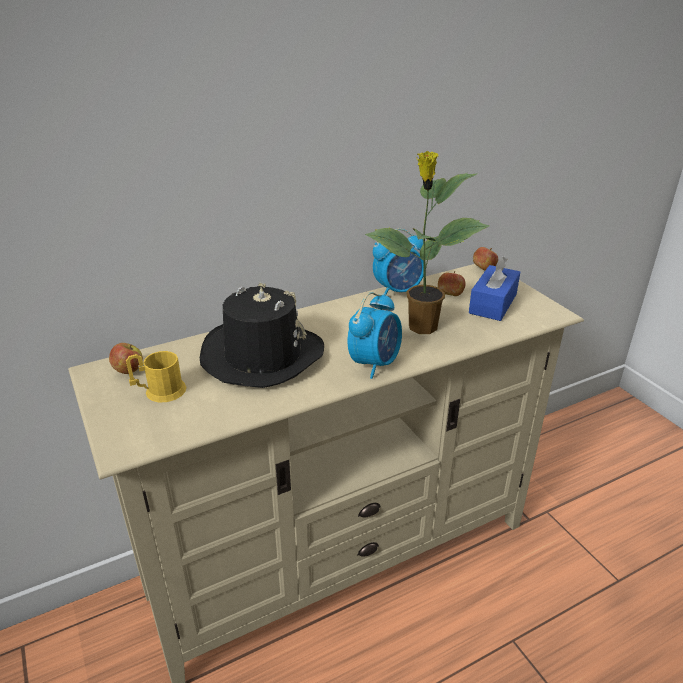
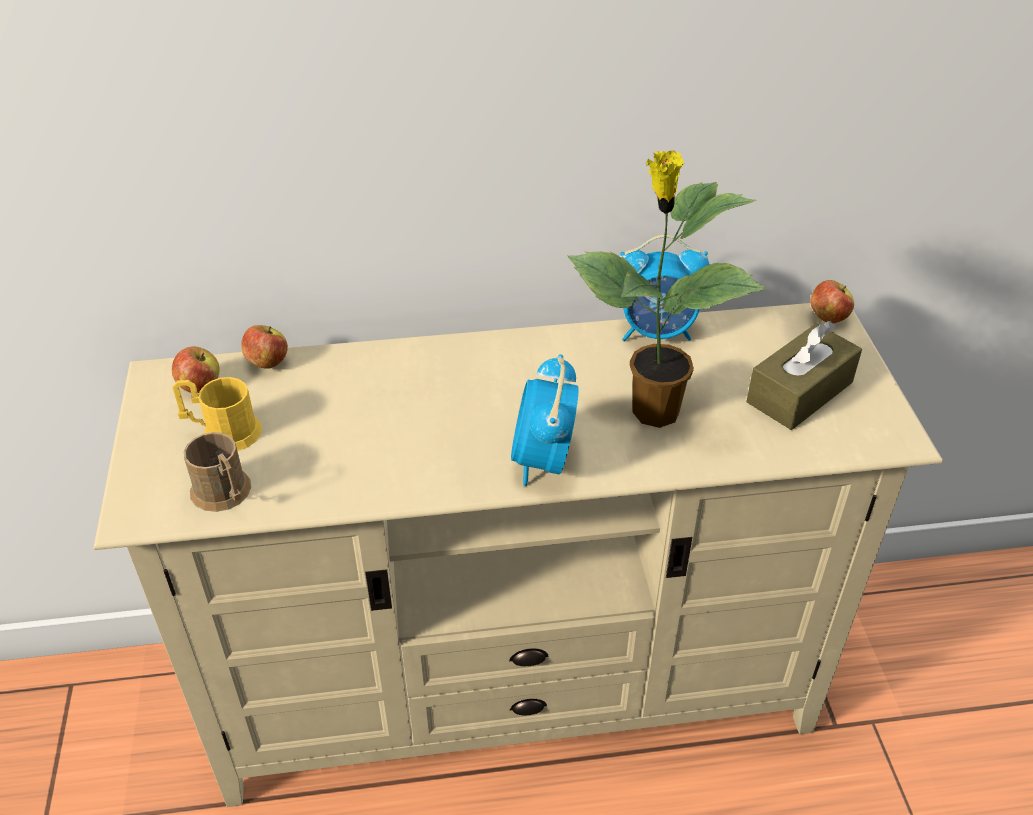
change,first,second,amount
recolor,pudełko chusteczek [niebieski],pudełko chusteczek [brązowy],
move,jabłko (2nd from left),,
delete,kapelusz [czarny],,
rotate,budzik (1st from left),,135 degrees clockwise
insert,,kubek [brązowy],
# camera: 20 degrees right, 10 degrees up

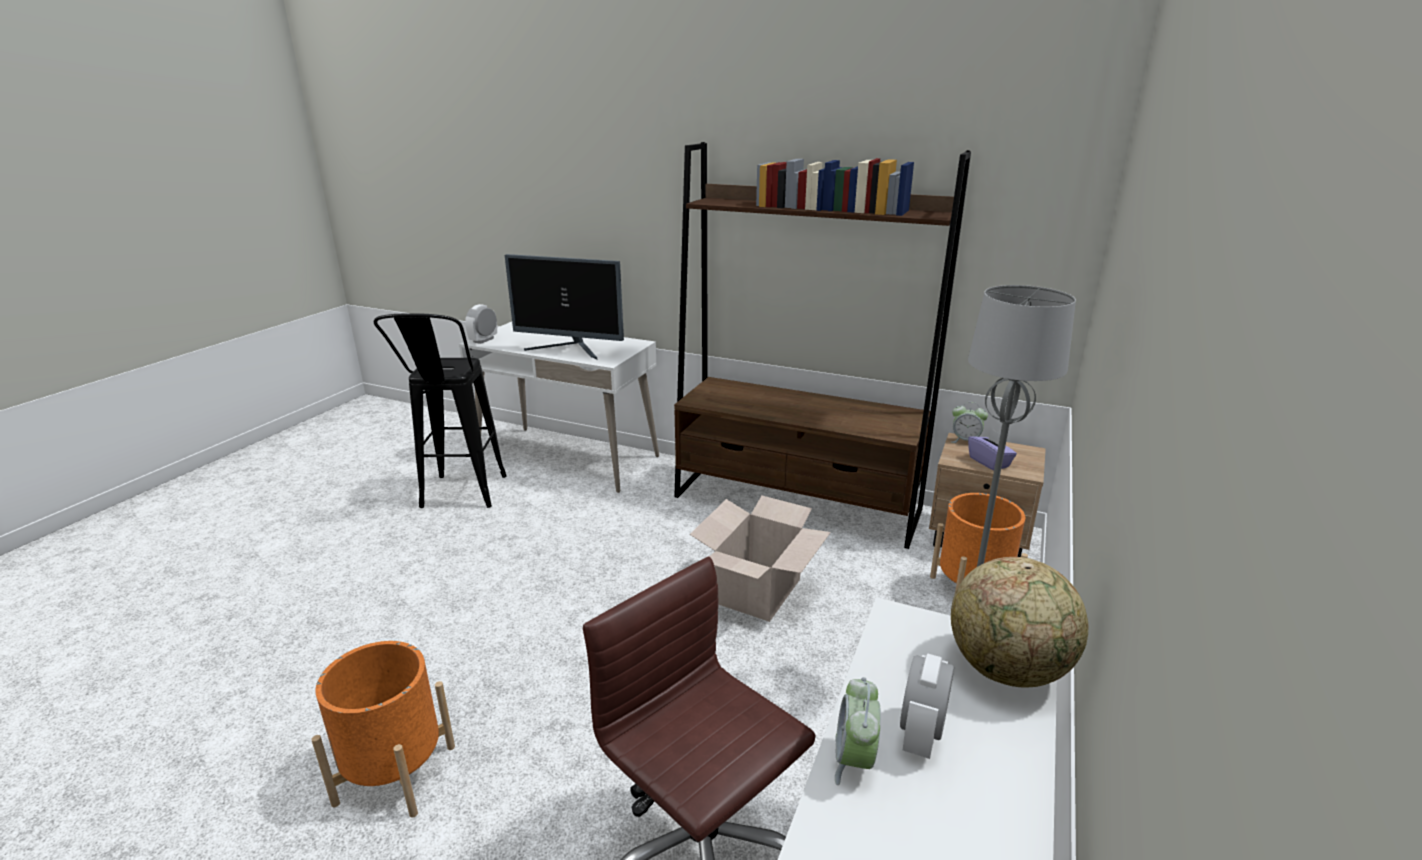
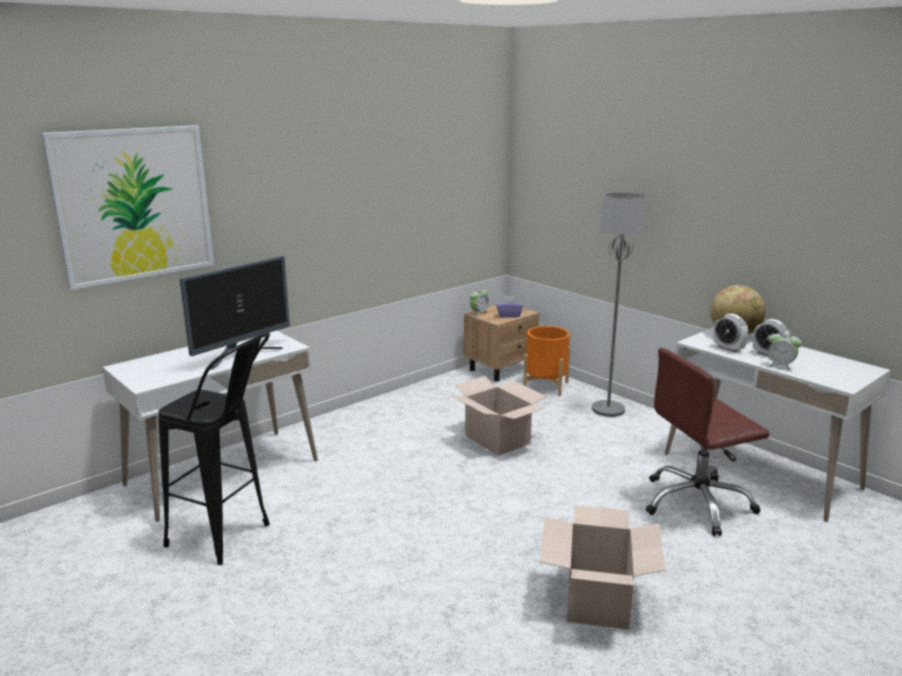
change,first,second,amount
delete,regał [brązowy],,
move,budzik (1st from left in the first image),budzik (2nd from left),
replace,donica [pomarańczowy] (1st from left),karton (2nd from left),
insert,,obraz,
# camera: 65 degrees left, 5 degrees down

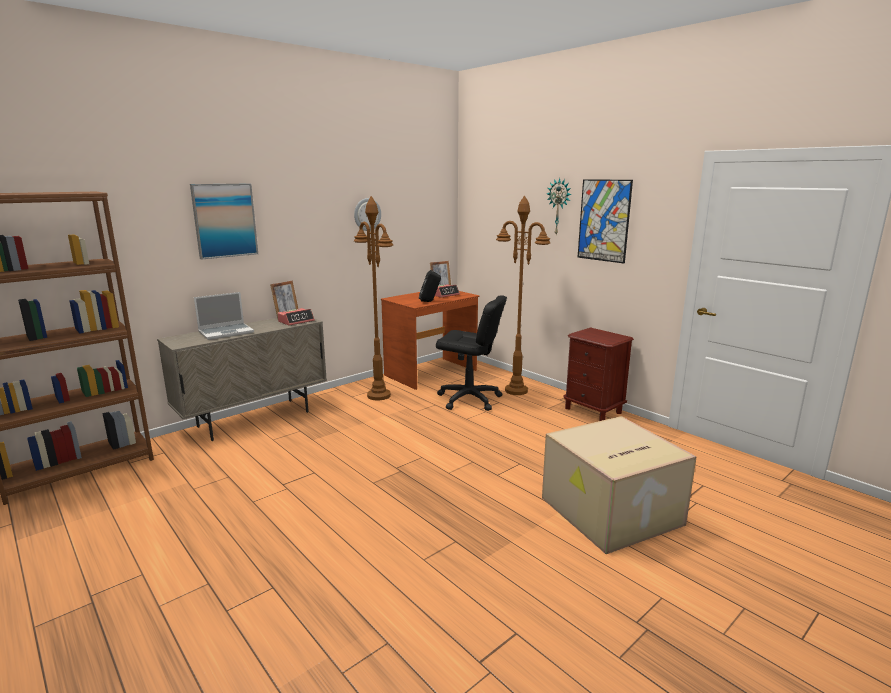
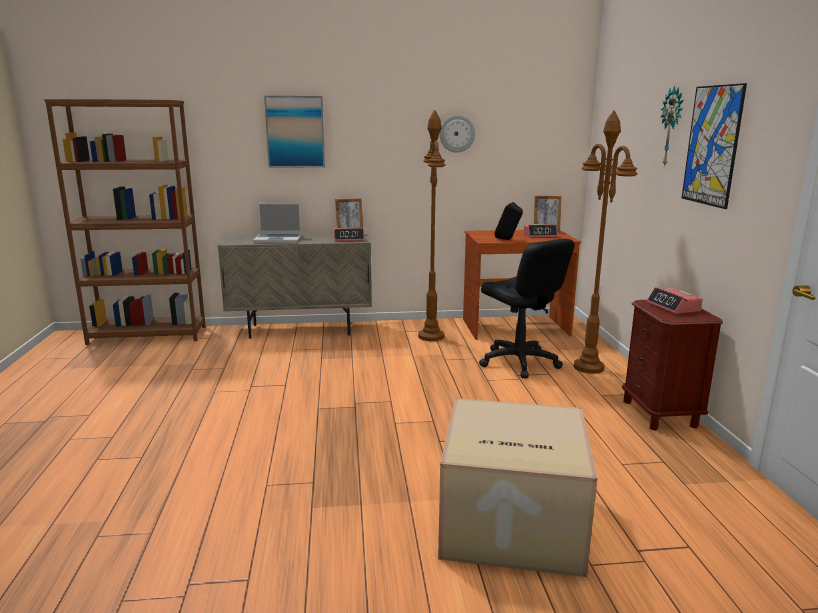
change,first,second,amount
insert,,budzik (3rd from left),
# camera: 35 degrees right, 0 degrees up

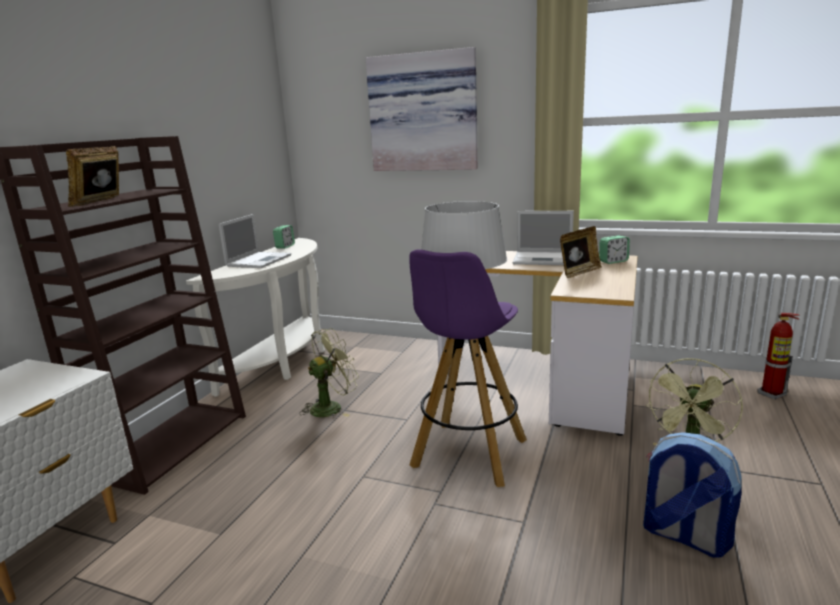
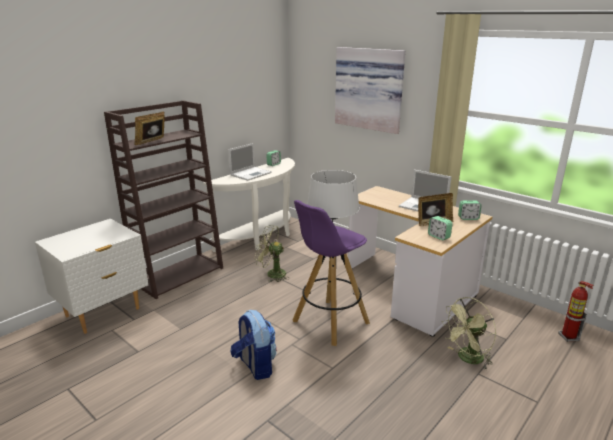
change,first,second,amount
rotate,wentylator [zielony] (1st from left),,150 degrees counterclockwise
move,plecak,,
insert,,budzik (2nd from left),
# camera: 20 degrees right, 5 degrees up

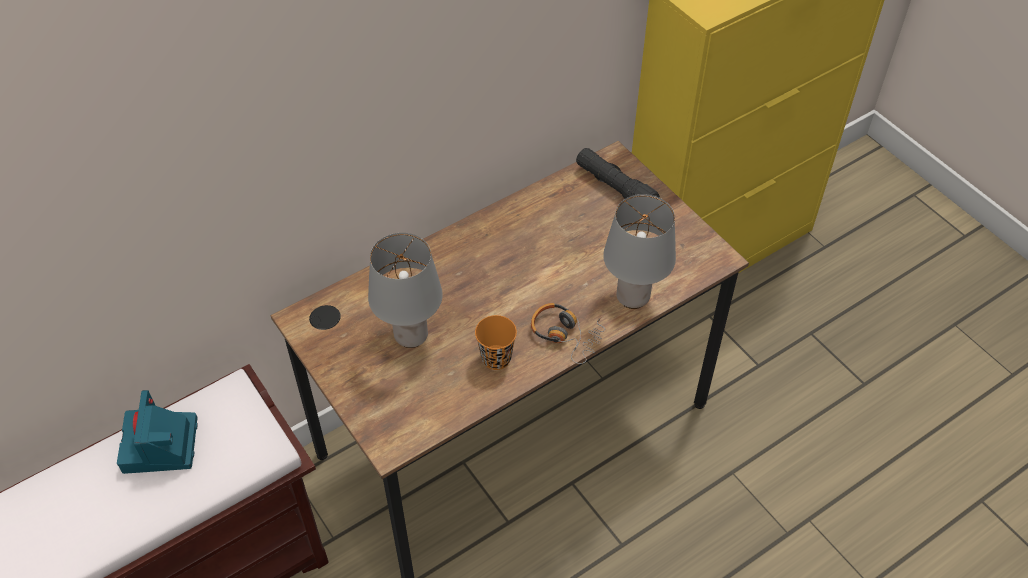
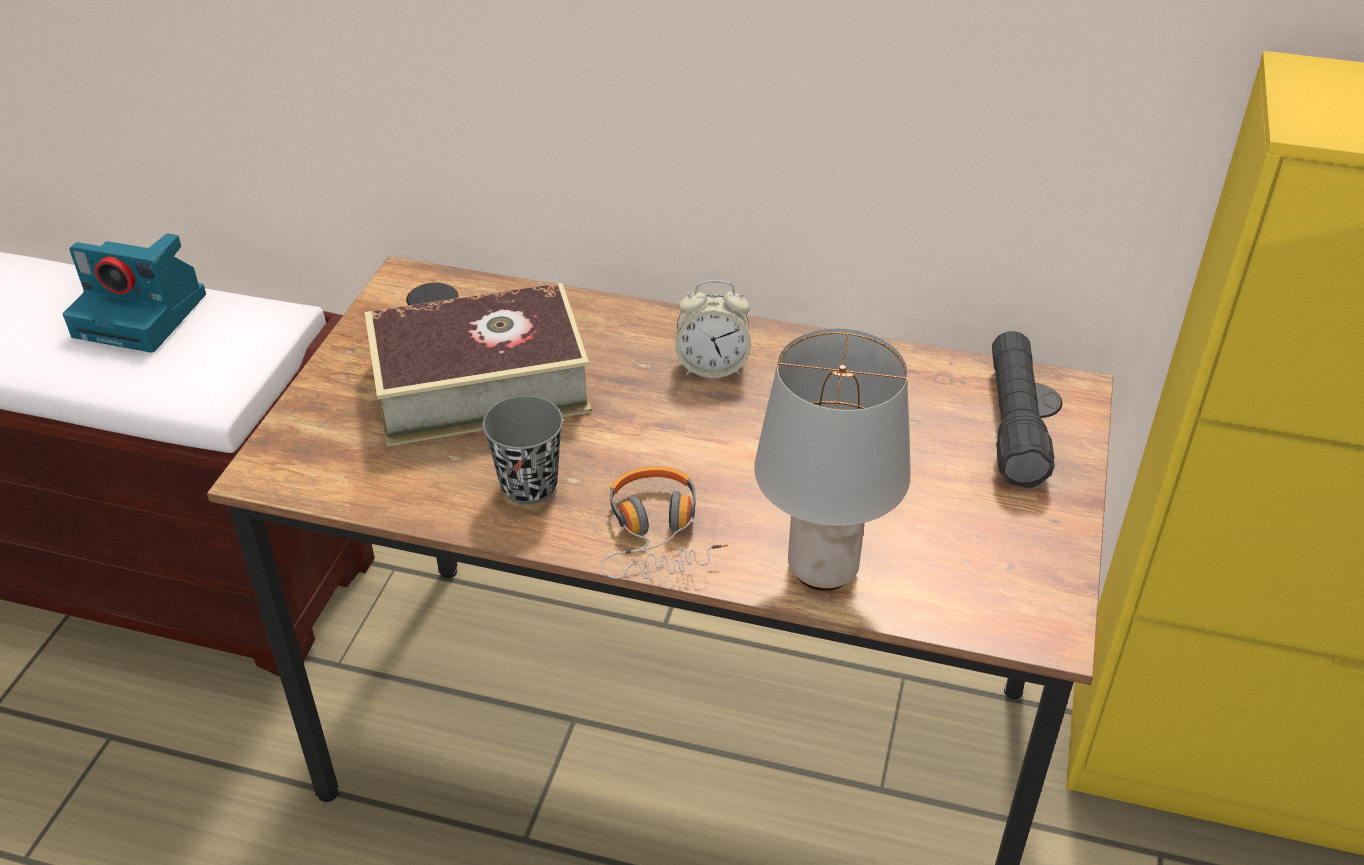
change,first,second,amount
replace,lampa stołowa [szary] (1st from left),książka,
recolor,filiżanka [pomarańczowy],filiżanka [szary],
rotate,aparat fotograficzny,,120 degrees counterclockwise
insert,,budzik,
# camera: 50 degrees right, 10 degrees down

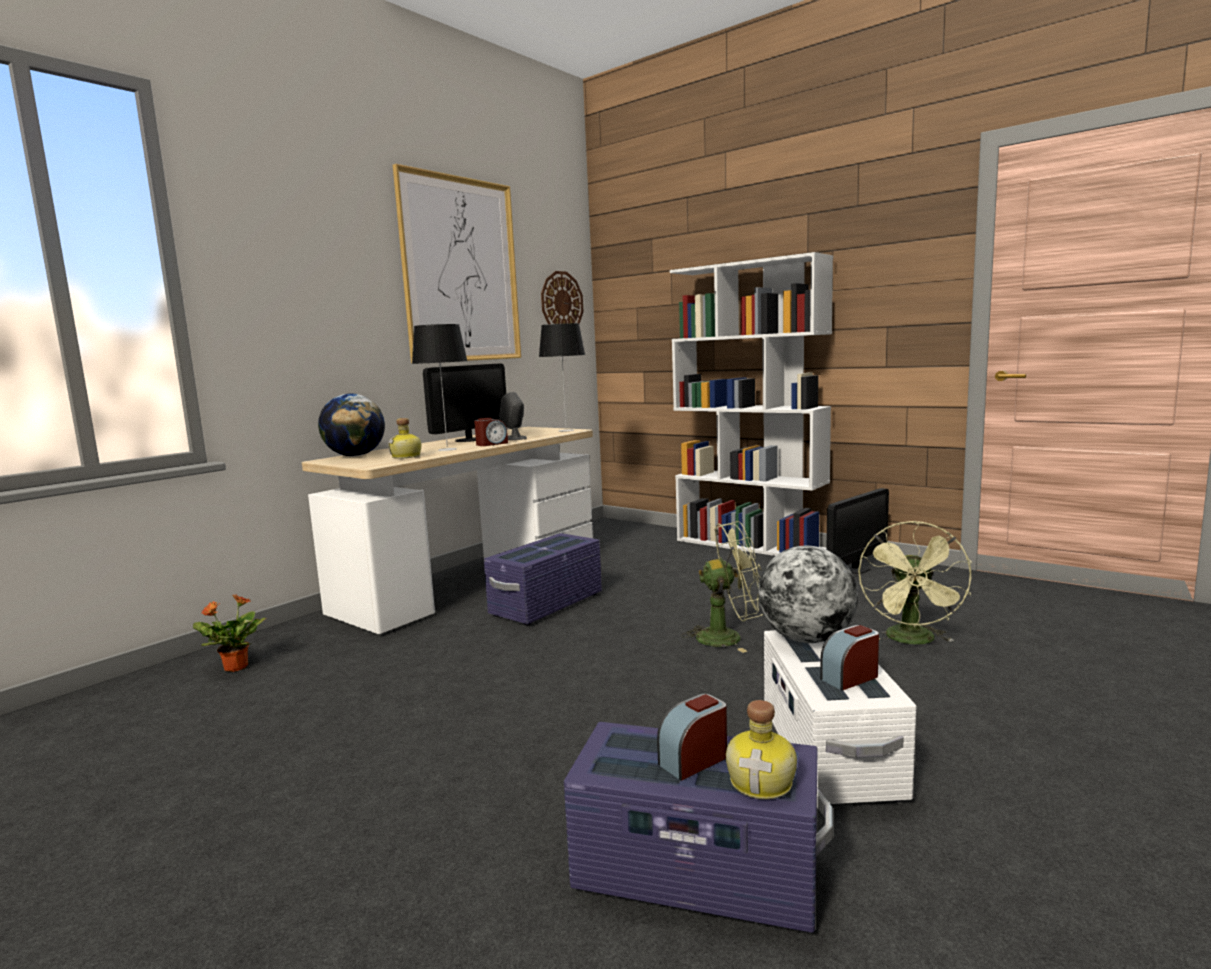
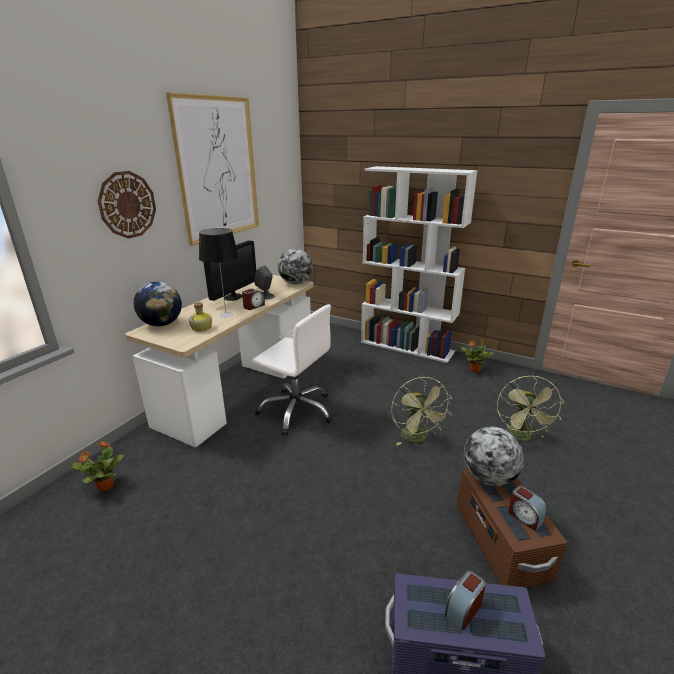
change,first,second,amount
move,zegar ścienny,,
replace,lampa stołowa (2nd from left),globus (2nd from left),
replace,monitor (2nd from left),roślina doniczkowa (2nd from left),
rotate,wentylator [zielony] (1st from left),,90 degrees clockwise
replace,pojemnik do przechowywania [fioletowy] (1st from left),krzesło biurowe [biały],
rotate,budzik (3rd from left),,90 degrees counterclockwise
recolor,pojemnik do przechowywania [biały],pojemnik do przechowywania [brązowy],
delete,butelka (2nd from left),,
# camera: 10 degrees left, 15 degrees up

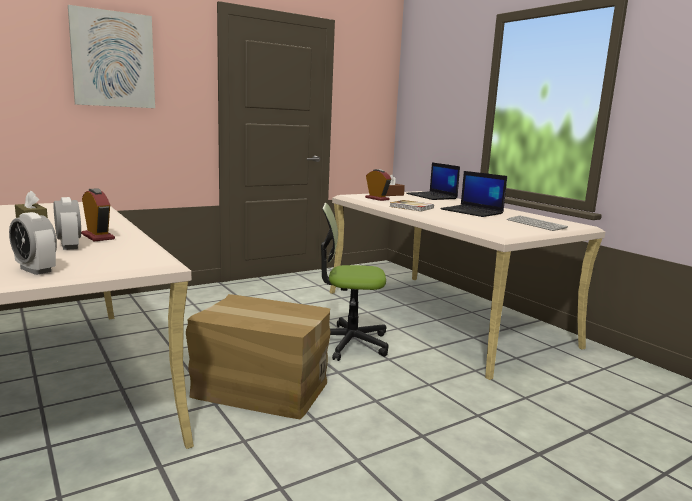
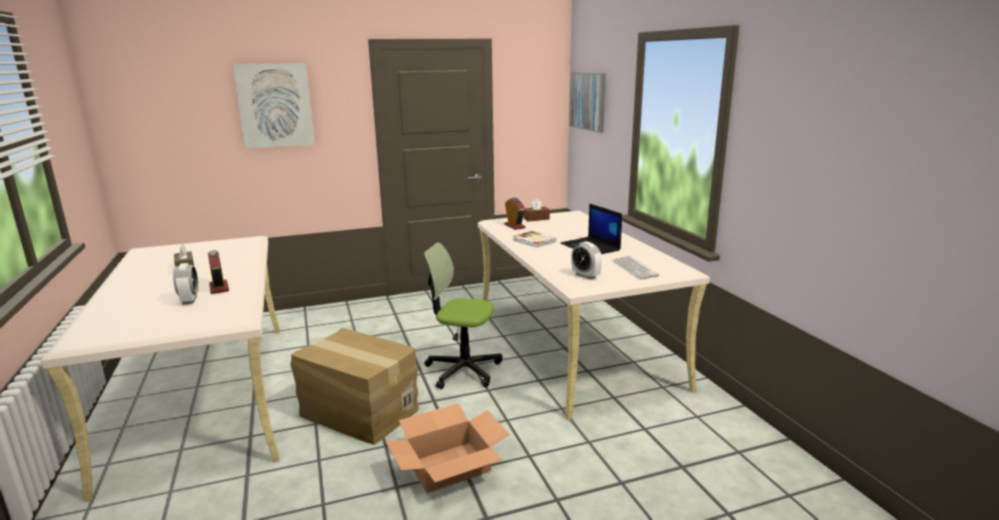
change,first,second,amount
delete,laptop (1st from left),,
move,budzik (1st from left in the first image),budzik (4th from left),
insert,,obraz (2nd from left),
insert,,karton (2nd from left),
# camera: 15 degrees right, 5 degrees up

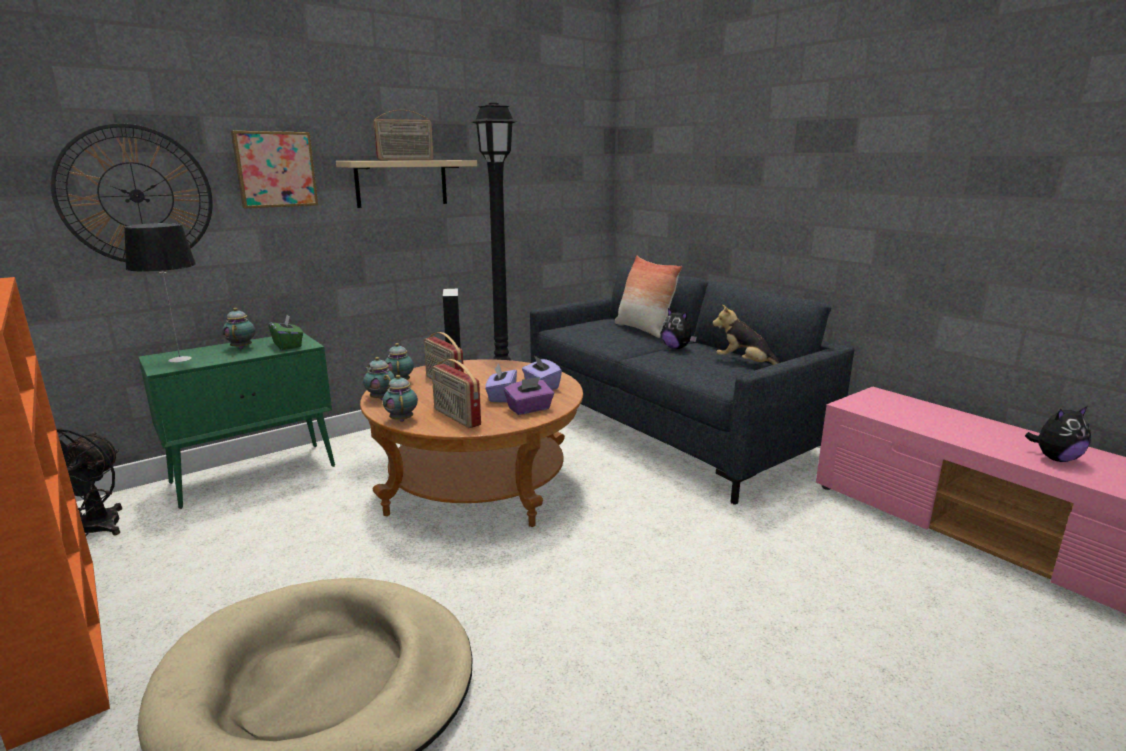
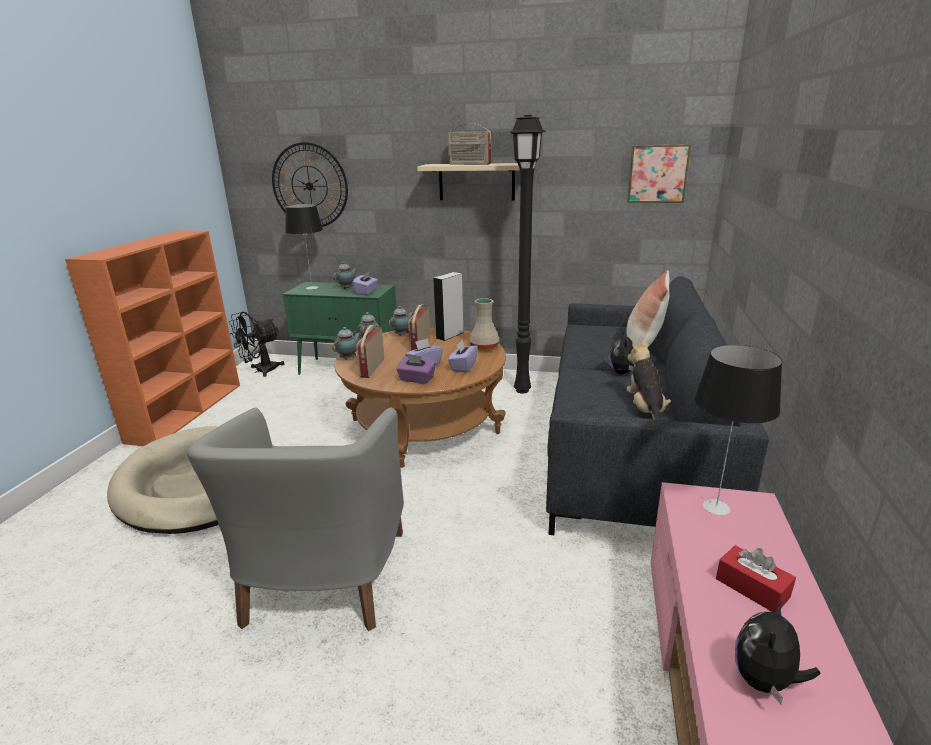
change,first,second,amount
move,obraz,,
recolor,pudełko chusteczek [zielony],pudełko chusteczek [fioletowy] (1st from left),
rotate,pluszak (3rd from left),,90 degrees clockwise
insert,,wazon [beżowy],
insert,,lampa stołowa (2nd from left),
insert,,fotel [szary],
insert,,pudełko chusteczek [czerwony],
# camera: 50 degrees right, 5 degrees up

